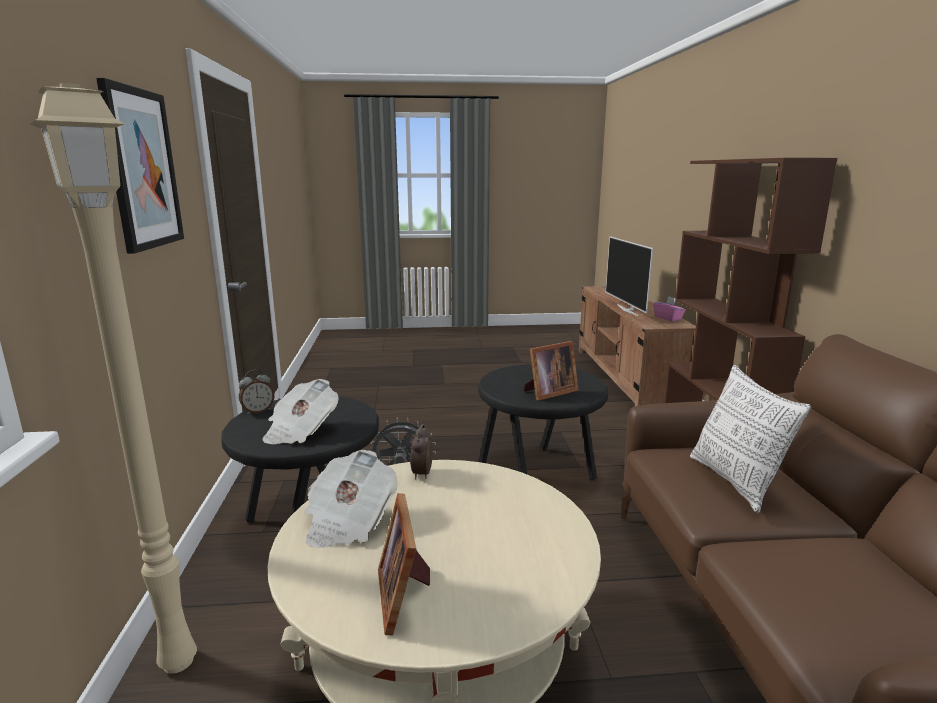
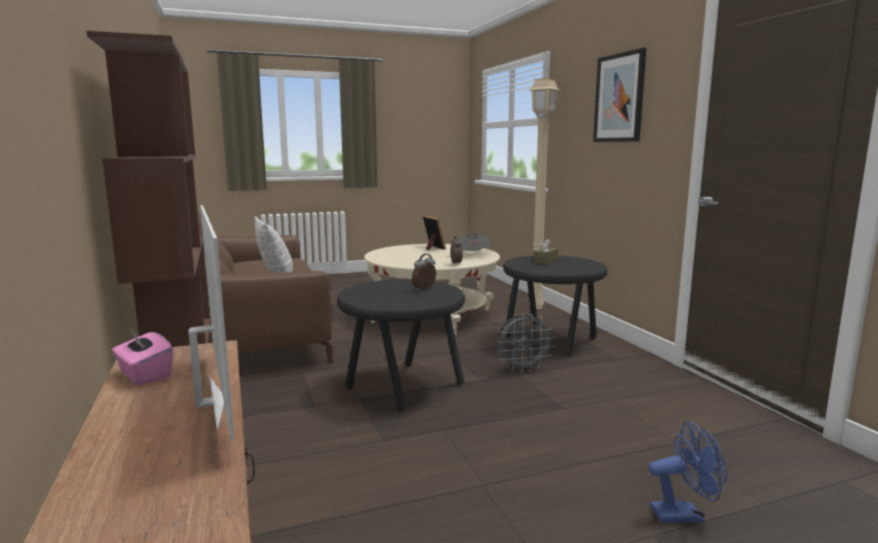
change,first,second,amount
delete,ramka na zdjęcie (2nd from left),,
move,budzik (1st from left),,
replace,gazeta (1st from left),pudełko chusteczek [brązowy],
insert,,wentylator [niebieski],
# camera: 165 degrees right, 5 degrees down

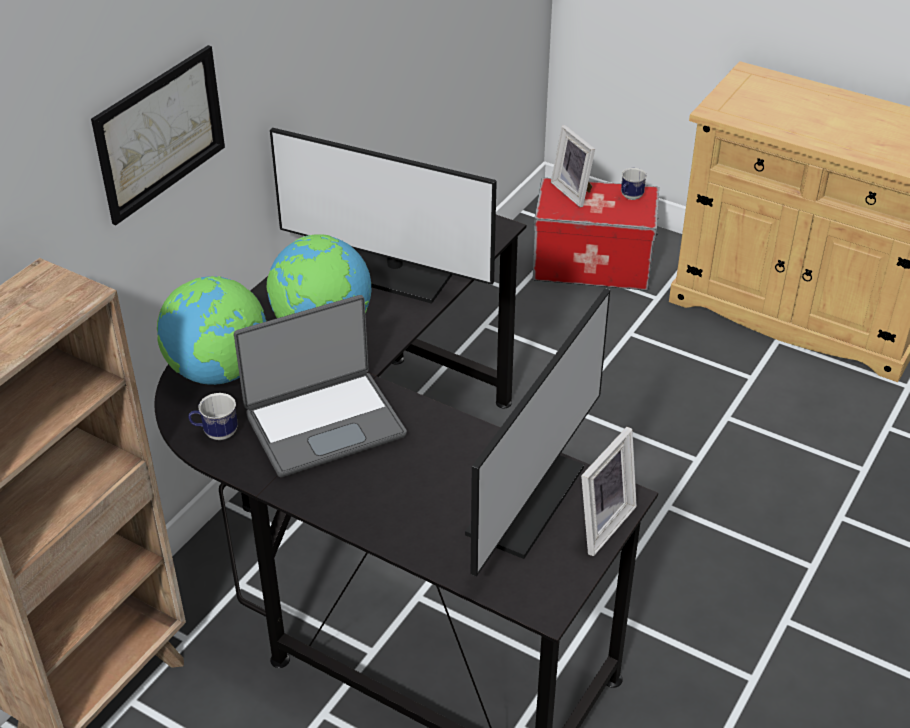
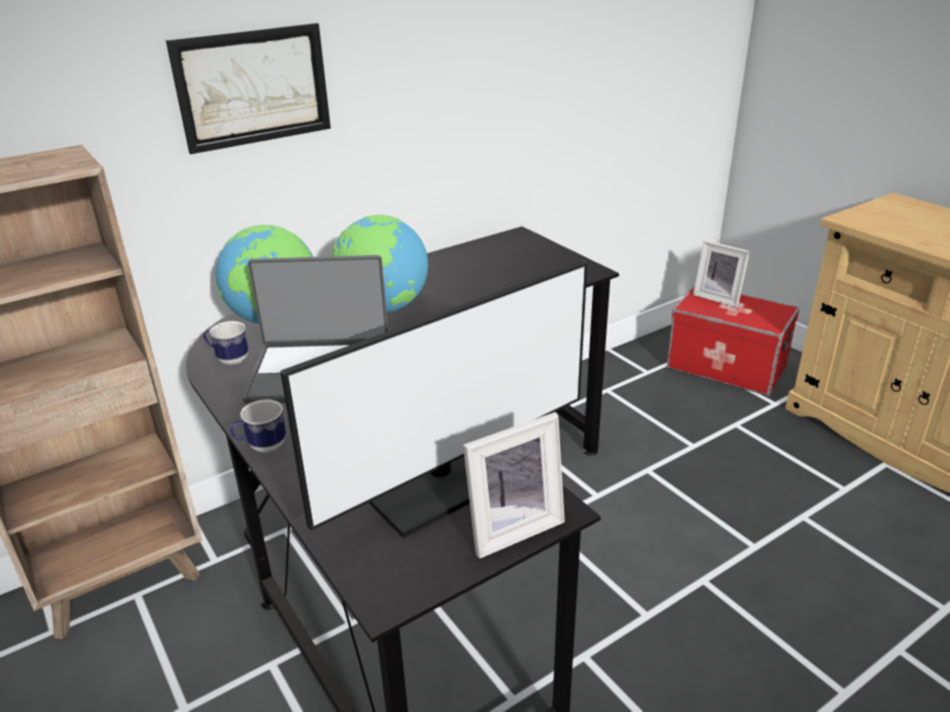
change,first,second,amount
rotate,ramka na zdjęcie (1st from left in the first image),ramka na zdjęcie (2nd from left),45 degrees counterclockwise
delete,monitor (1st from left),,
move,kubek (2nd from left),,
# camera: 25 degrees right, 10 degrees down

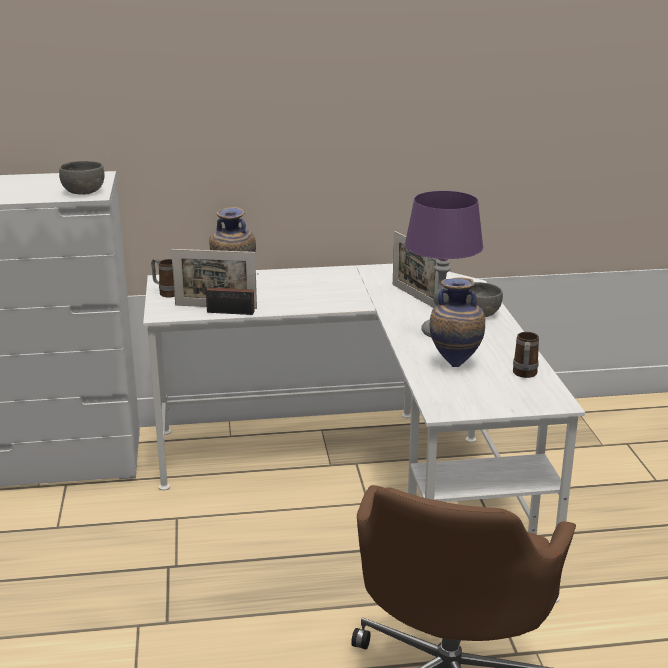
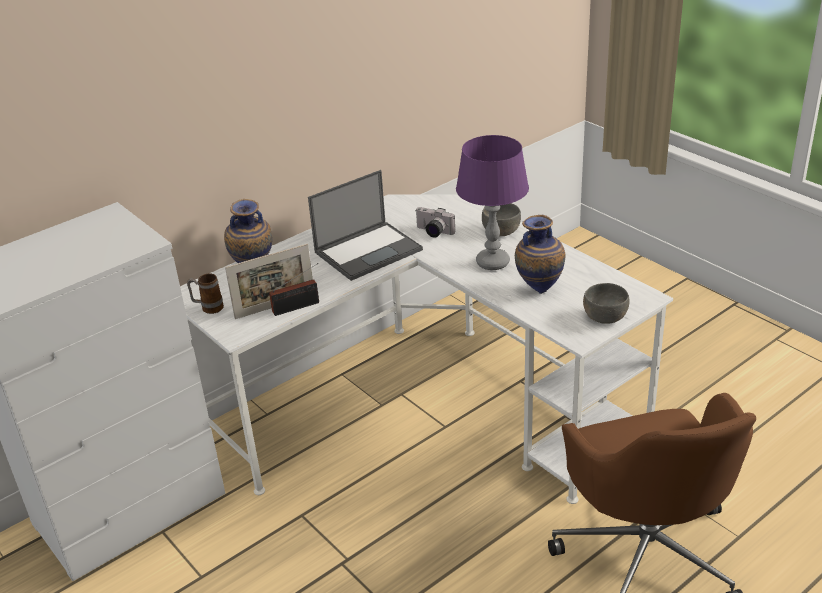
change,first,second,amount
move,miska [szary] (1st from left in the first image),miska [szary] (2nd from left),
replace,ramka na zdjęcie (2nd from left),aparat fotograficzny,
delete,kubek (2nd from left),,
insert,,laptop,
# camera: 30 degrees left, 10 degrees up

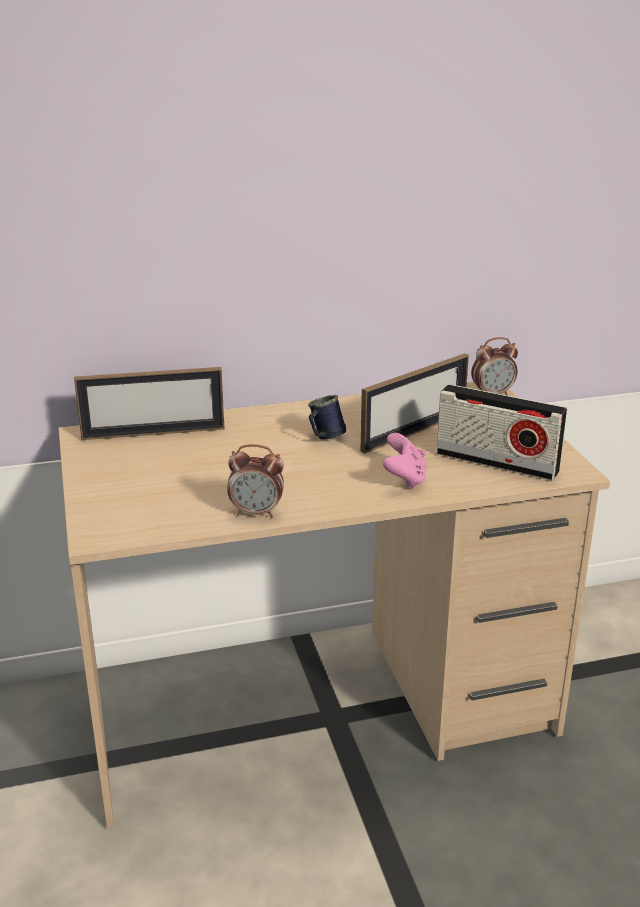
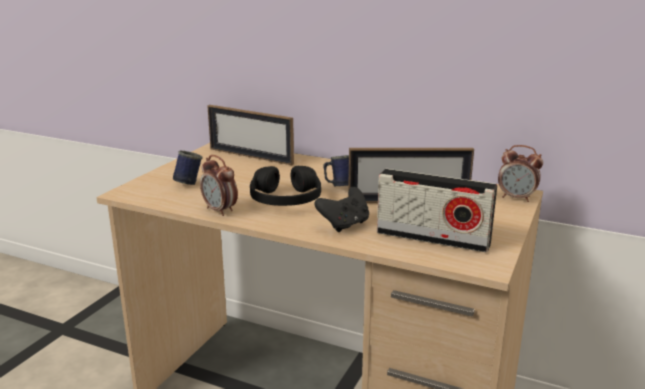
change,first,second,amount
rotate,radio,,45 degrees counterclockwise
recolor,pad do gier [różowy],pad do gier [czarny],
insert,,kubek [niebieski] (1st from left),
insert,,słuchawki [czarny],
# camera: 40 degrees right, 5 degrees down

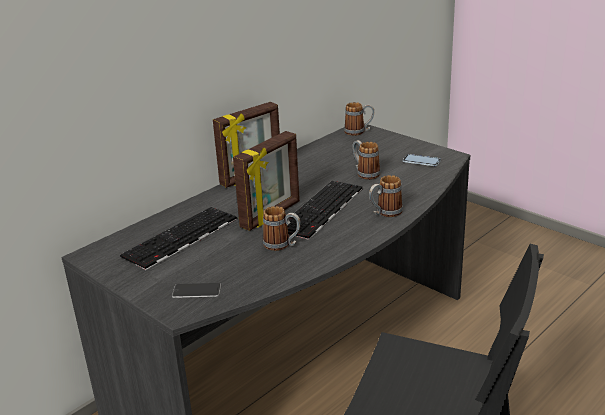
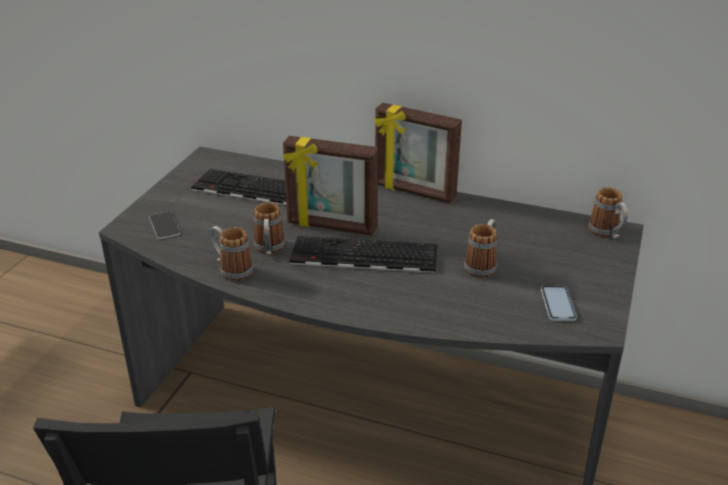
change,first,second,amount
move,kubek (4th from left in the first image),kubek (1st from left),
# camera: 65 degrees right, 5 degrees up

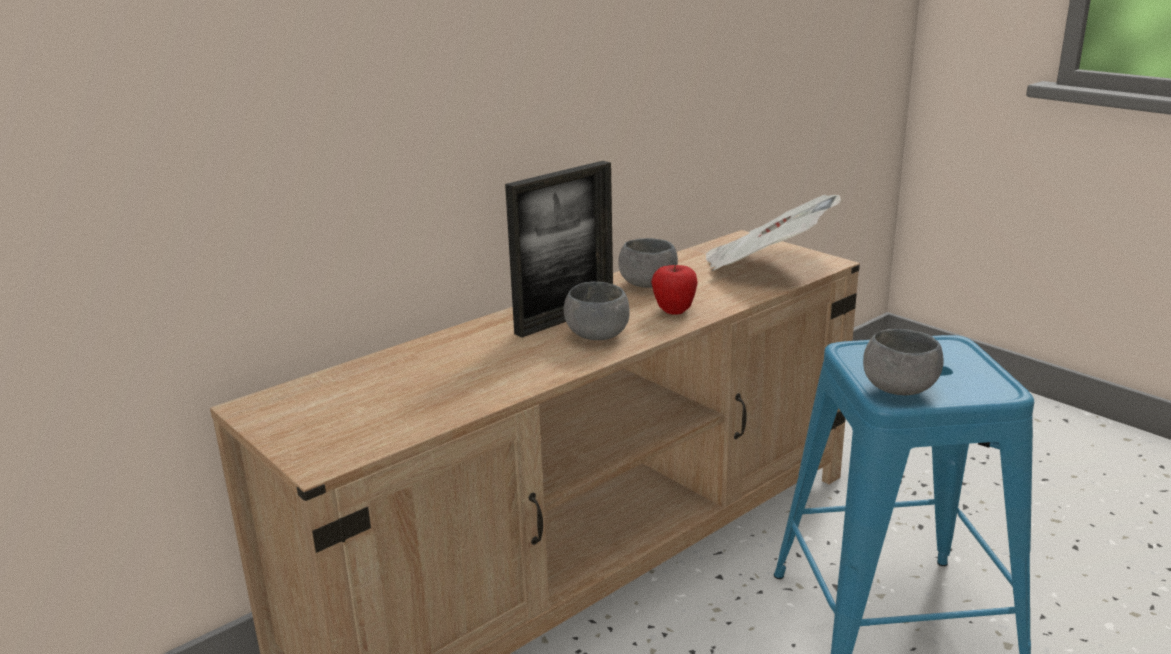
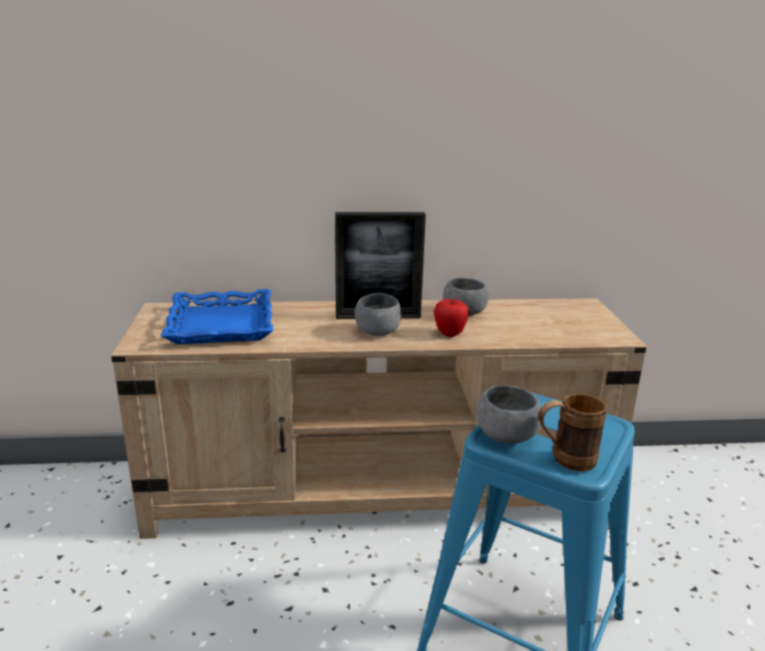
change,first,second,amount
delete,gazeta,,
insert,,taca [niebieski],
insert,,kubek [brązowy],
# camera: 35 degrees right, 0 degrees up

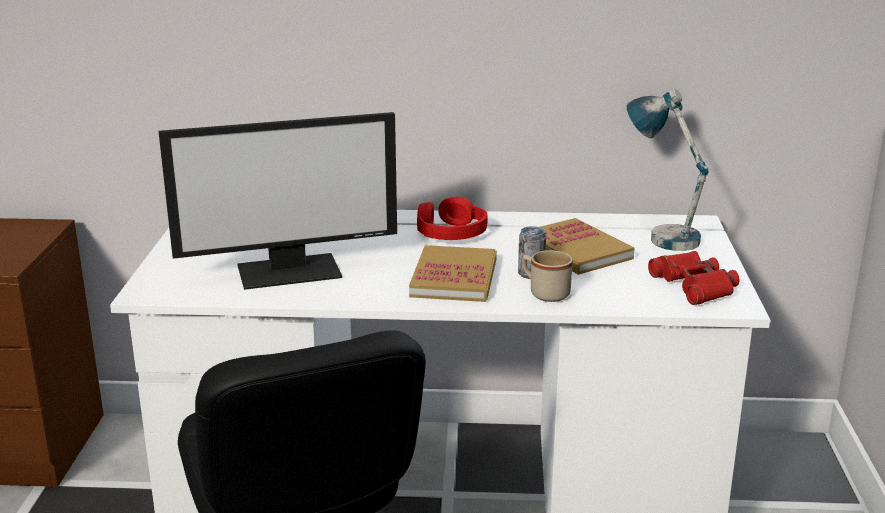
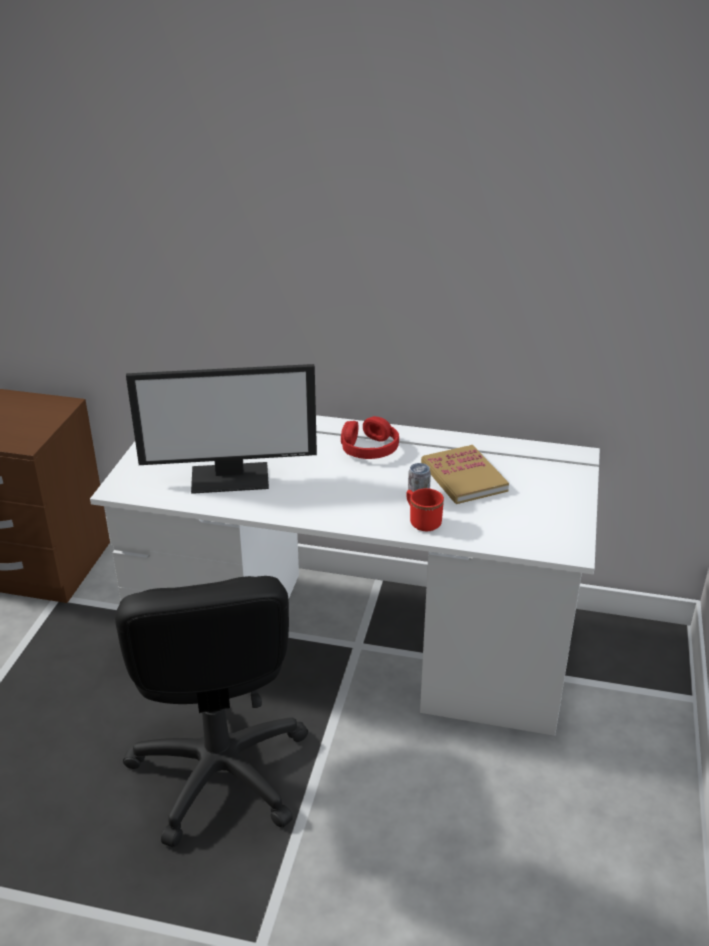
change,first,second,amount
delete,lampa stołowa,,
delete,książka (1st from left),,
recolor,kubek [beżowy],kubek [czerwony],
delete,lornetka [czerwony],,
# camera: 10 degrees right, 10 degrees up

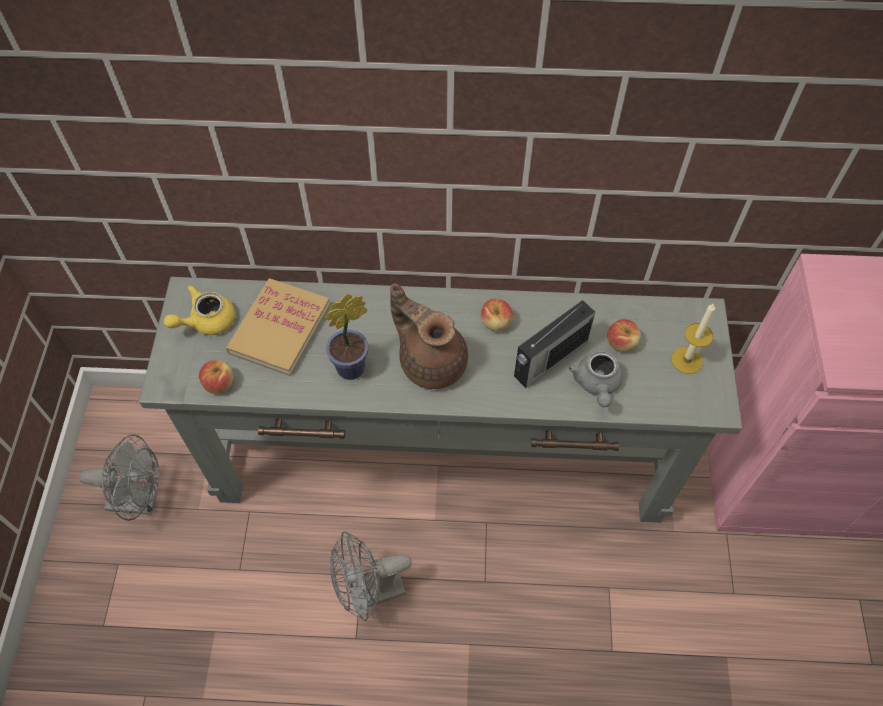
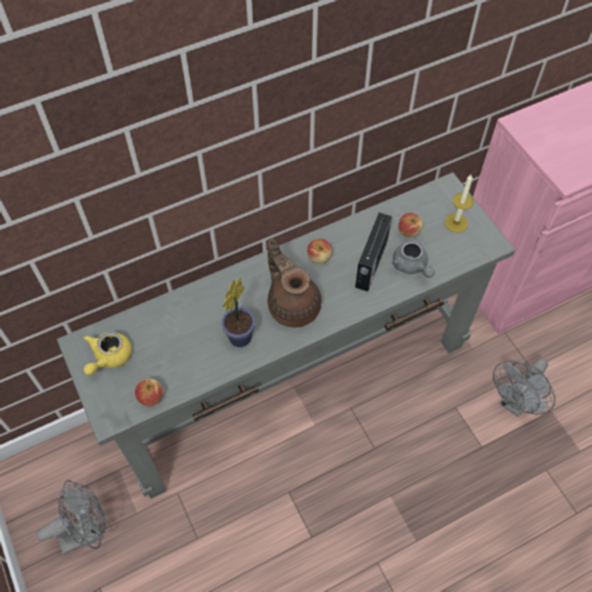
change,first,second,amount
delete,książka,,
rotate,imbryk [brązowy],,45 degrees clockwise
move,wentylator [szary] (2nd from left),,
# camera: 30 degrees left, 0 degrees up

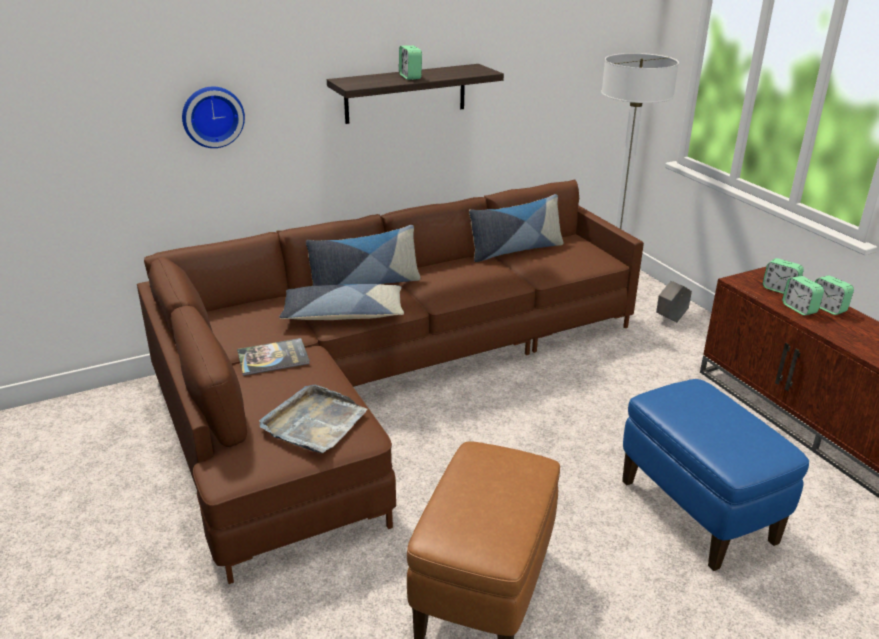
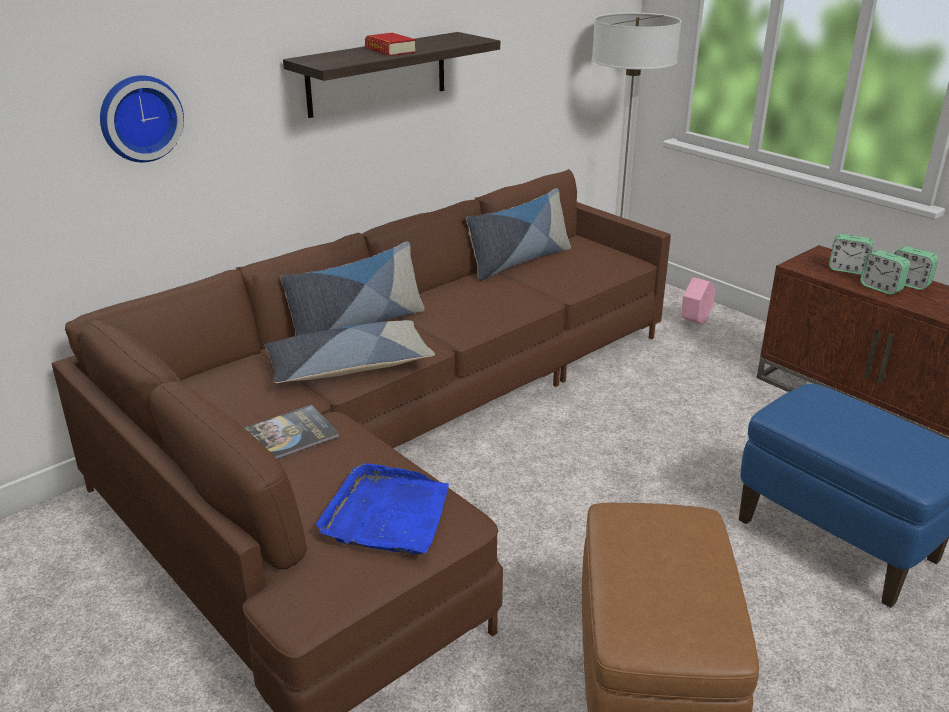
change,first,second,amount
replace,budzik (1st from left),książka (2nd from left),
recolor,donica [szary],donica [różowy],
recolor,taca [szary],taca [niebieski],
# camera: 15 degrees left, 0 degrees up

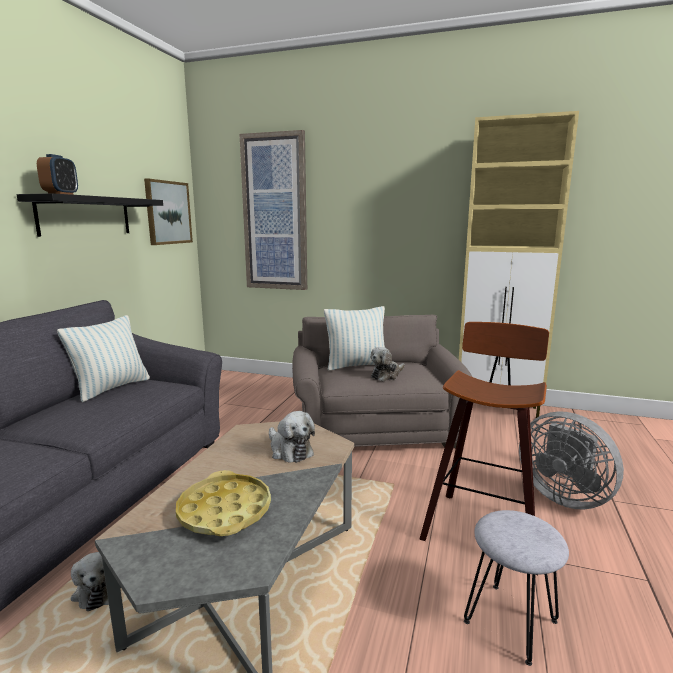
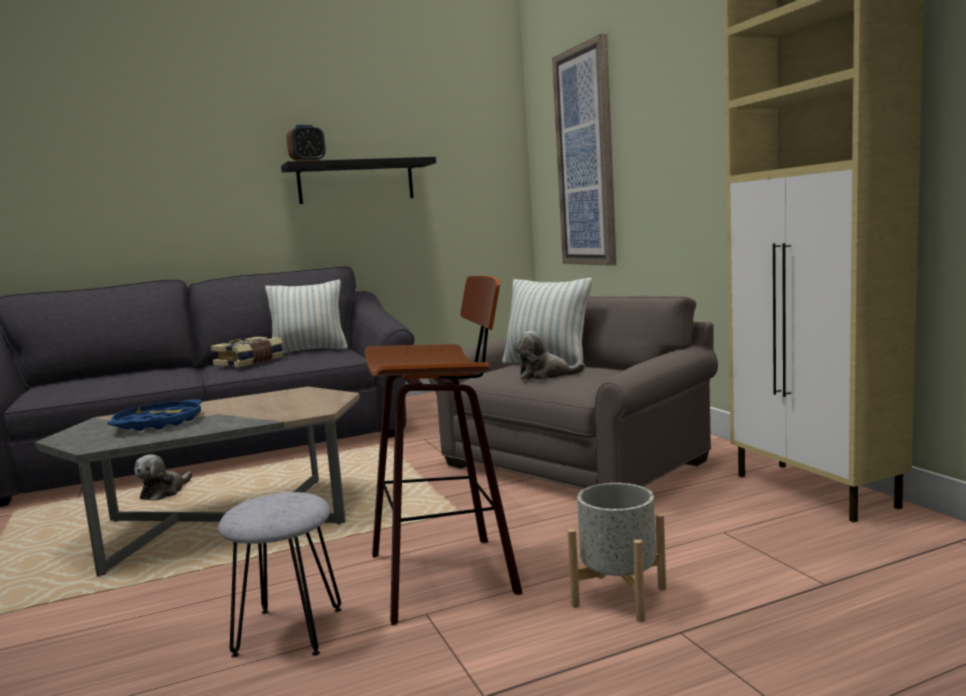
change,first,second,amount
delete,obraz (1st from left),,
delete,pluszak (2nd from left),,
replace,wentylator [szary],donica [szary],
recolor,taca [żółty],taca [niebieski],
insert,,książka,
# camera: 50 degrees right, 5 degrees down

